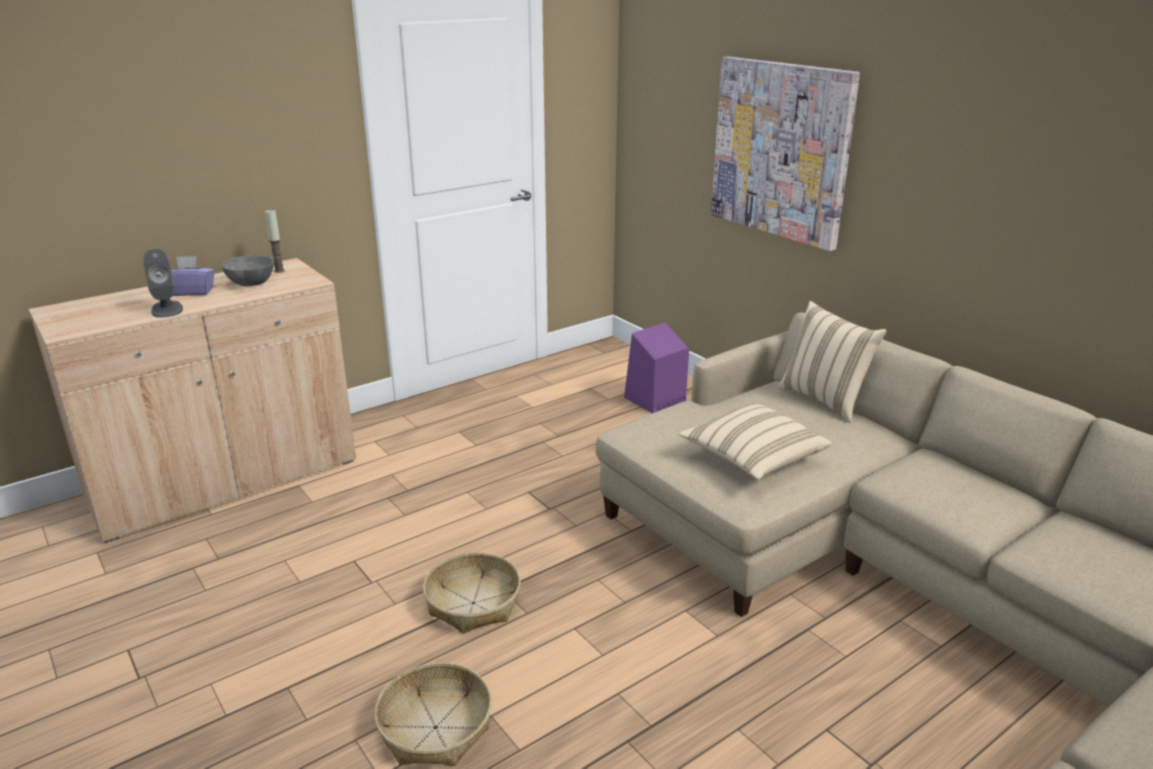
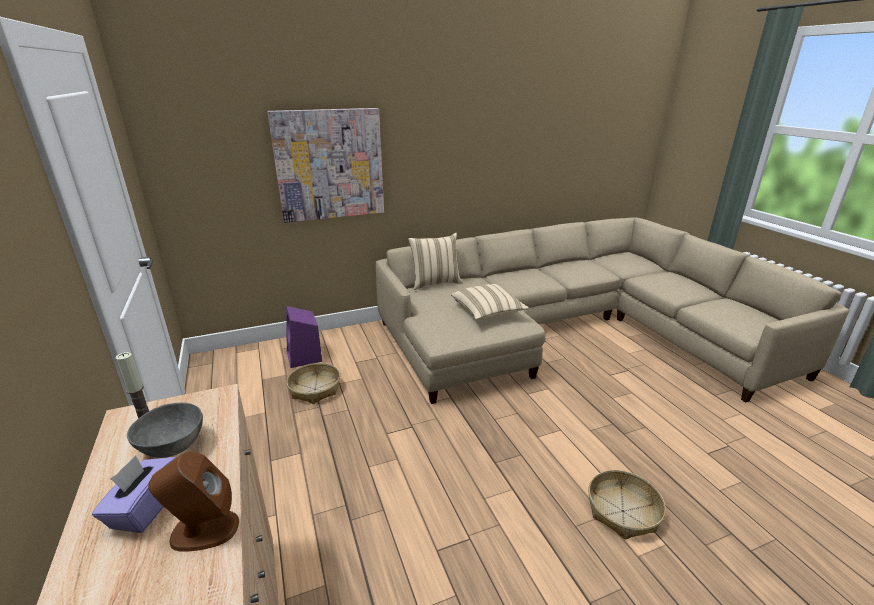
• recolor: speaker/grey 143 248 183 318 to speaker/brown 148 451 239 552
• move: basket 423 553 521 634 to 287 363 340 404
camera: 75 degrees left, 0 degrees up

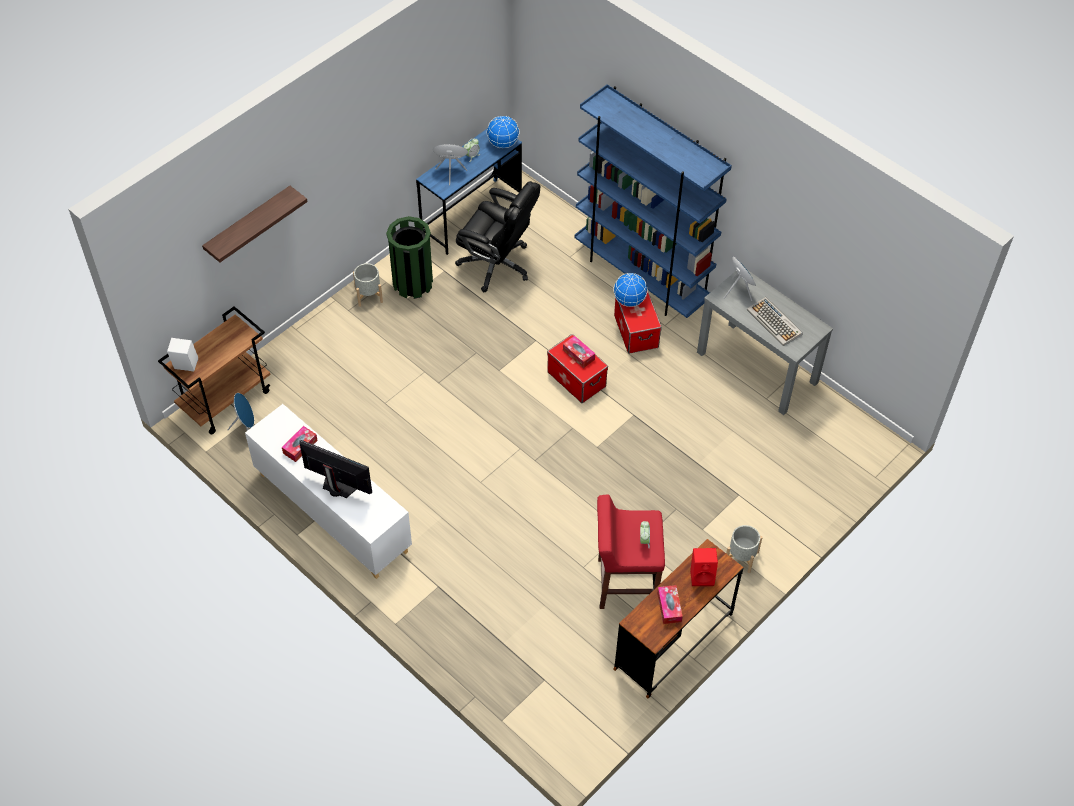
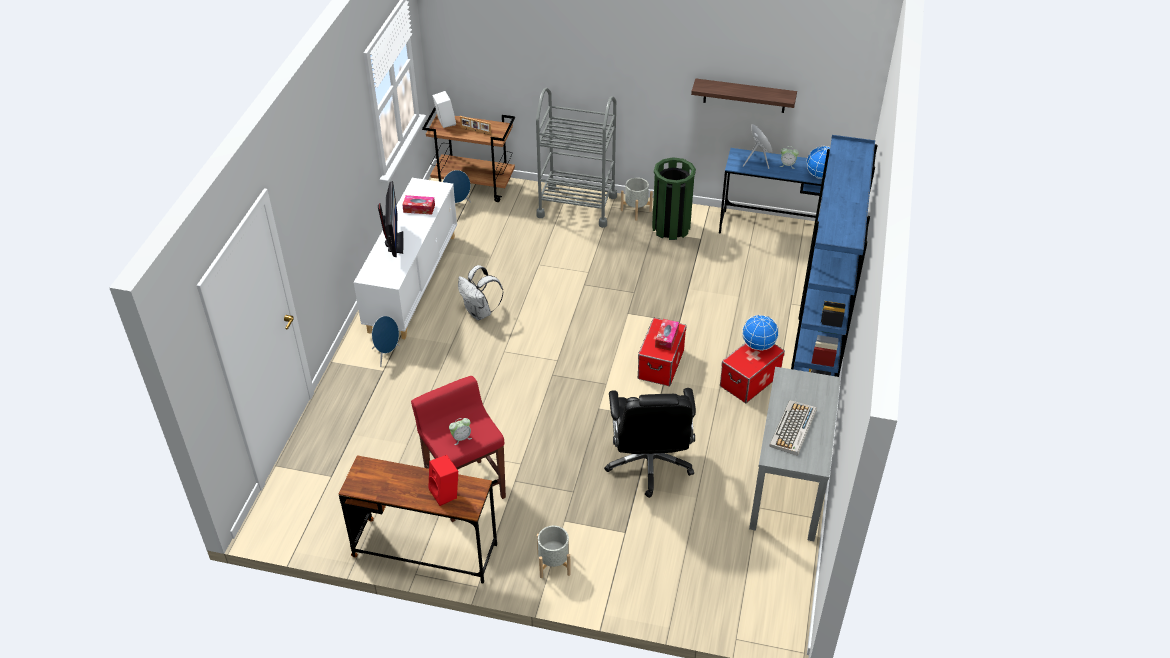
• move: office chair/black 455 181 540 292 to 604 388 696 498
• move: shelf 202 186 307 263 to 691 78 797 113
• move: speaker/blue 723 256 756 301 to 372 316 400 367
• delete: tissue box 657 585 683 624
• insert: cart/grey 536 88 617 228
• insert: picture frame 460 116 491 135
• insert: backpack/white 458 265 503 320
camera: 60 degrees right, 10 degrees down

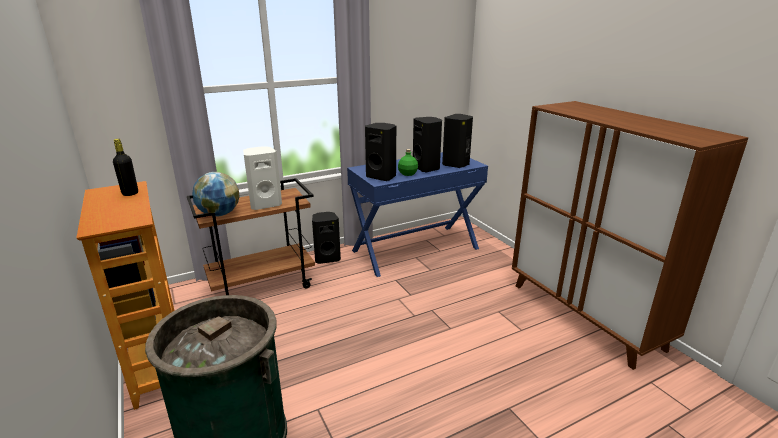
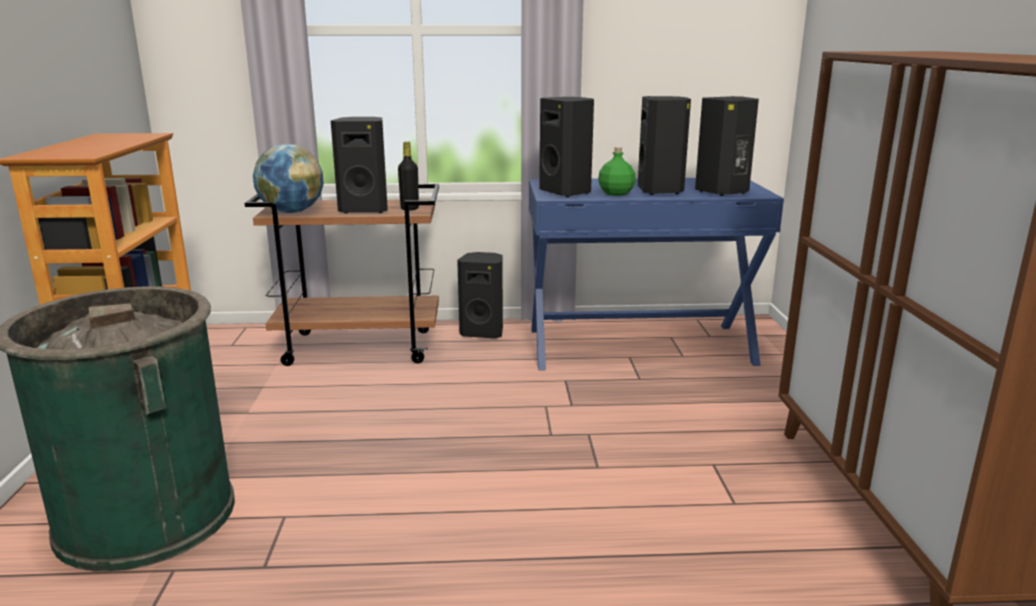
• move: bottle/black 113 139 138 196 to 398 141 419 210
• recolor: speaker/white 243 146 282 210 to speaker/black 331 117 388 213
camera: 25 degrees right, 5 degrees down

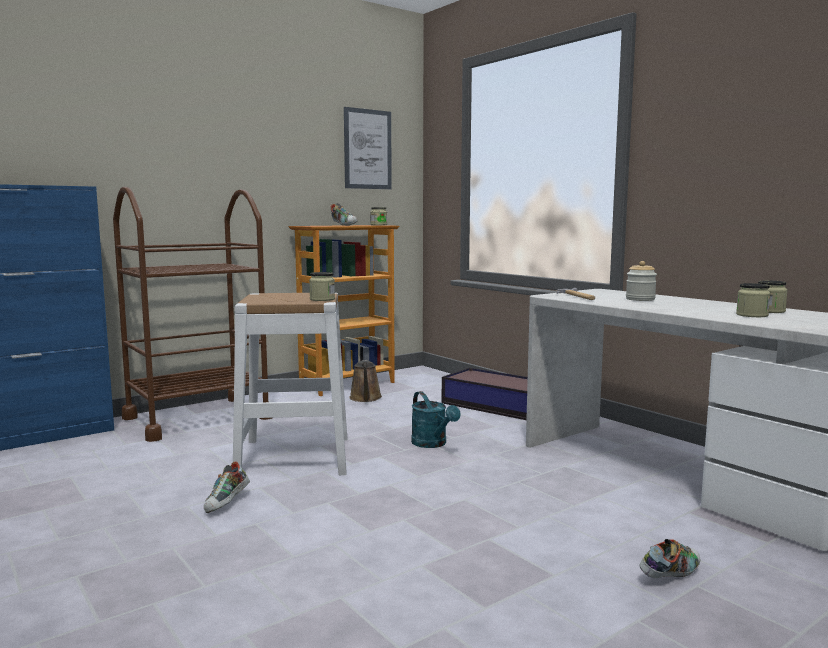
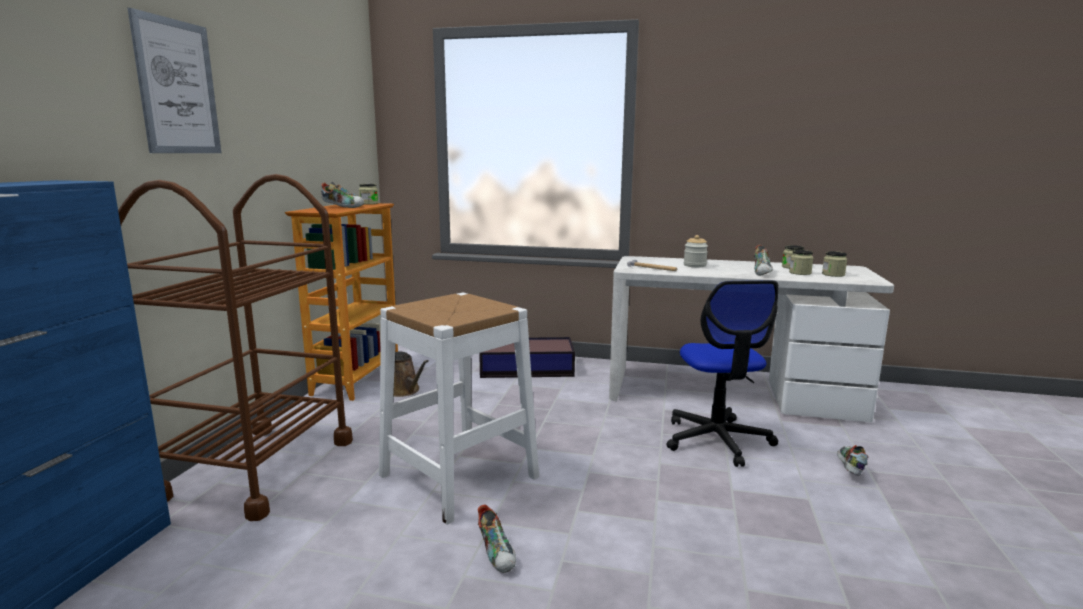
• move: picture 344 107 392 189 to 128 8 221 153
• move: jar 309 272 335 301 to 822 251 847 277
• delete: watering can/turquoise 411 391 461 448
• insert: shoe 754 245 773 276
• insert: office chair 666 280 778 467
camera: 40 degrees left, 5 degrees up

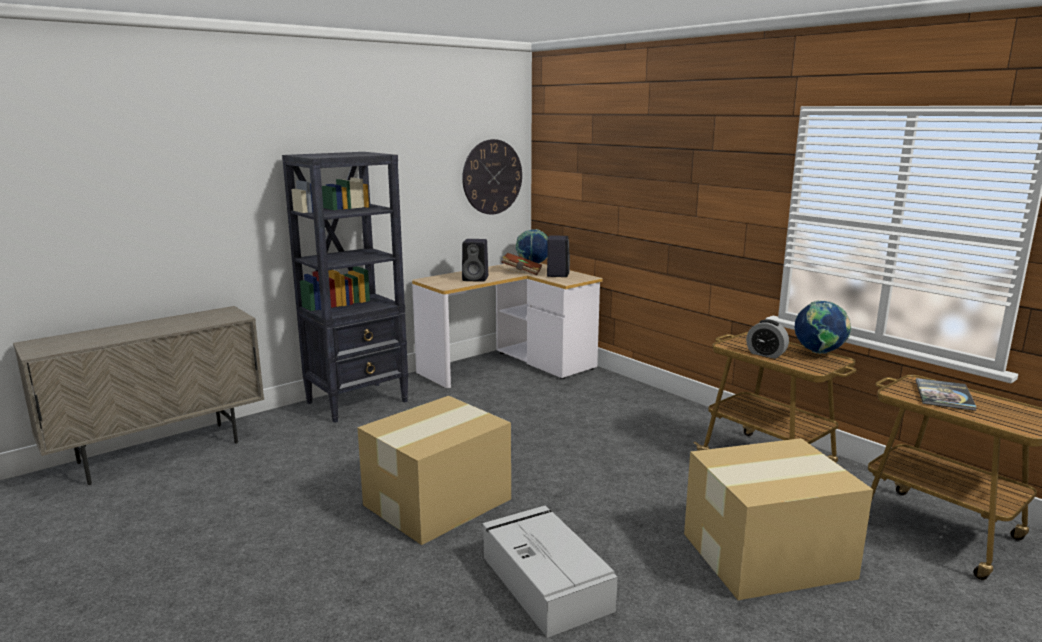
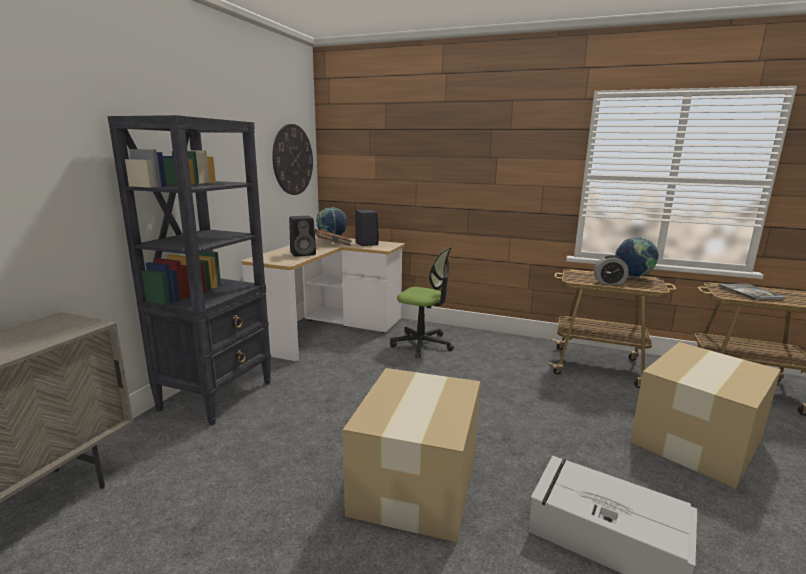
• insert: office chair 390 246 454 358
camera: 30 degrees left, 0 degrees up

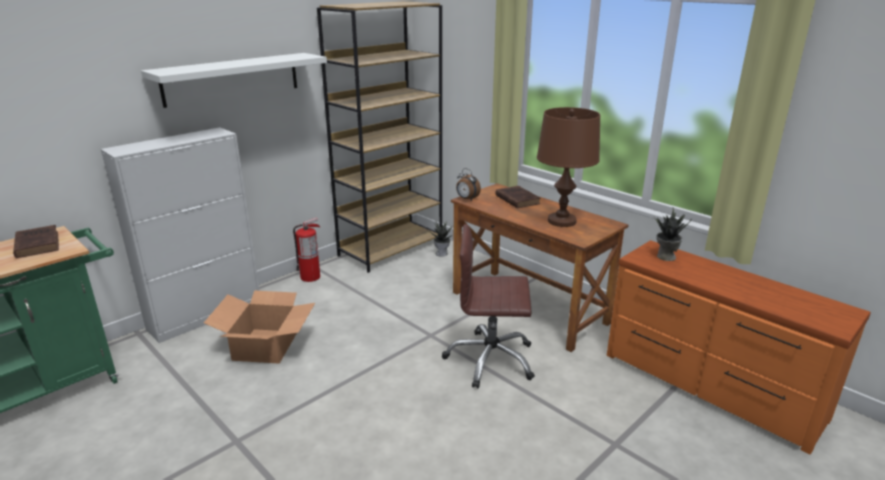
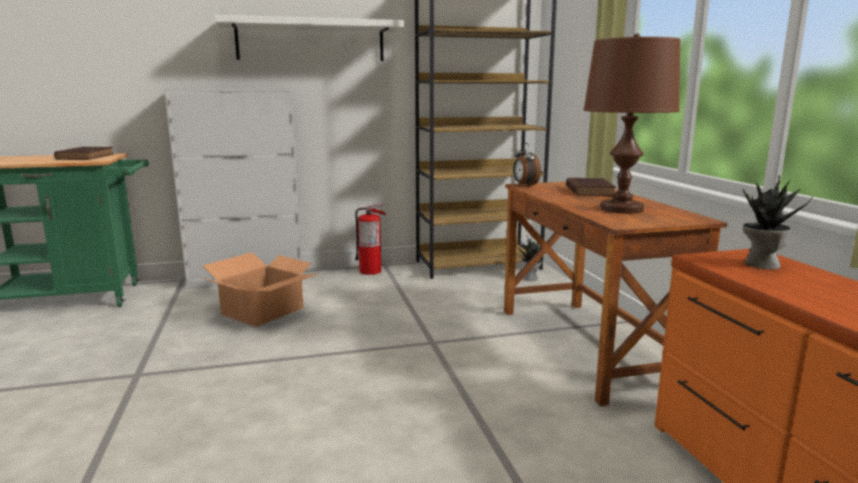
• delete: office chair/brown 442 224 535 389
camera: 30 degrees right, 10 degrees down

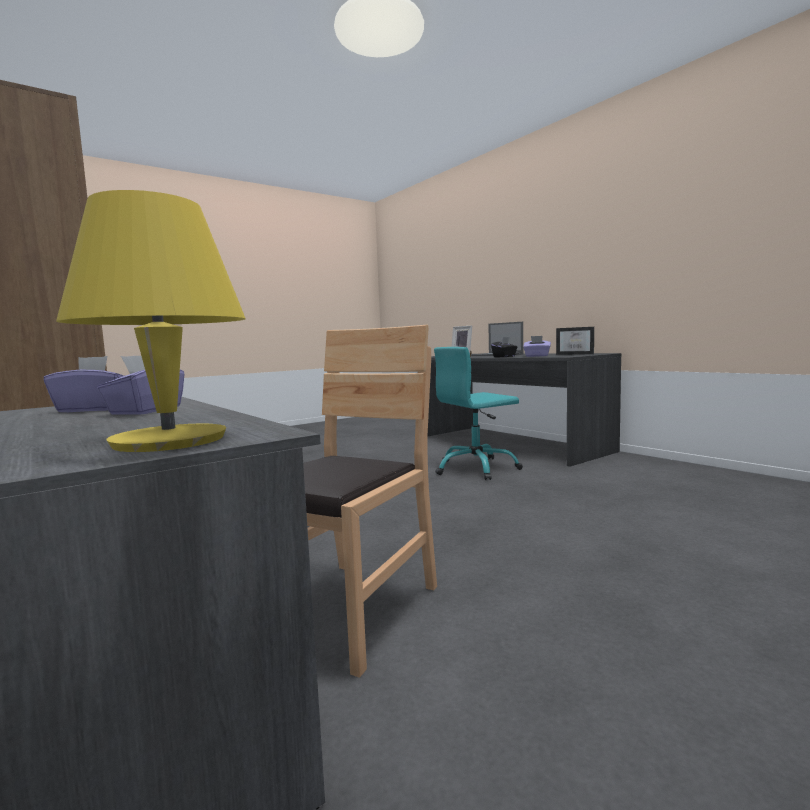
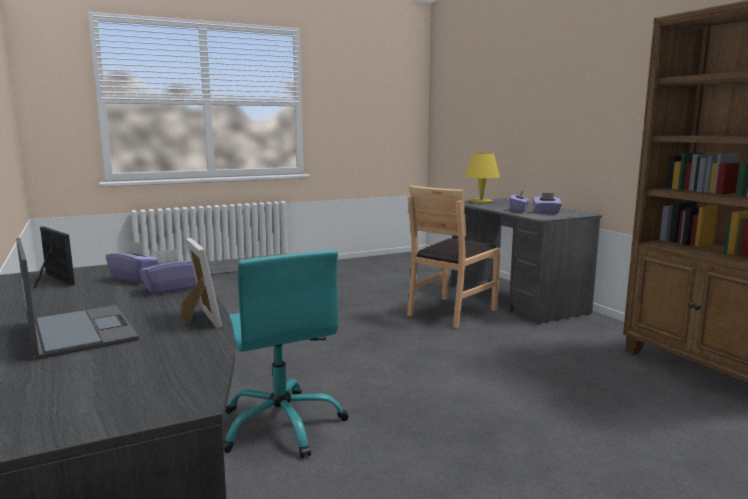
• recolor: tissue box/black 491 337 517 357 to tissue box/purple 139 249 196 295
• rotate: office chair/turquoise 434 347 523 480 = 223 250 349 458 75 degrees clockwise
camera: 170 degrees left, 5 degrees up

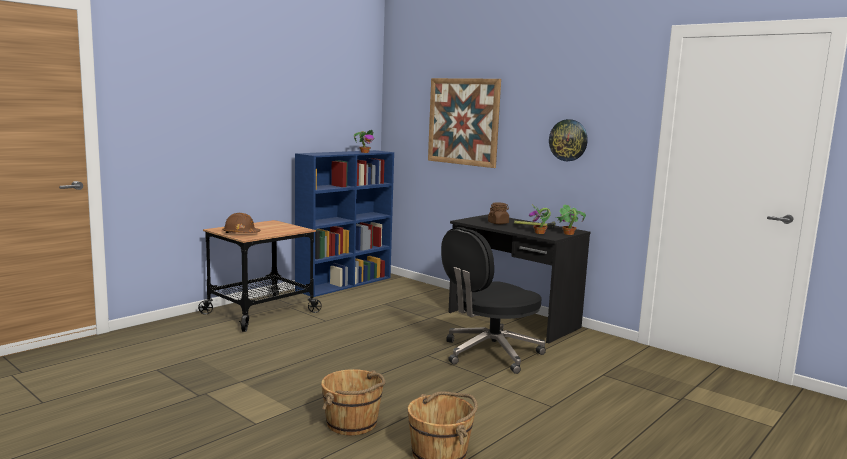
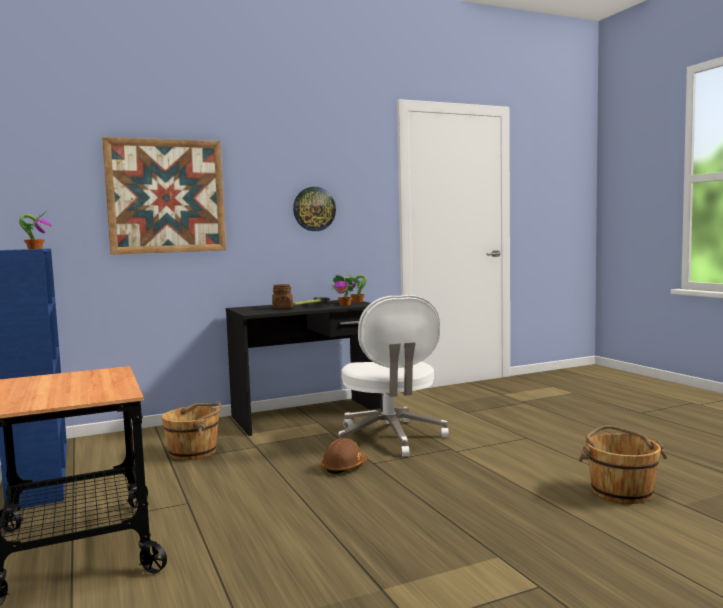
• move: hard hat/brown 223 213 261 233 to 321 438 368 474
• recolor: office chair/black 441 227 546 374 to office chair/white 338 295 449 456
• move: bucket/brown 321 369 385 435 to 162 402 222 460
camera: 65 degrees left, 5 degrees down

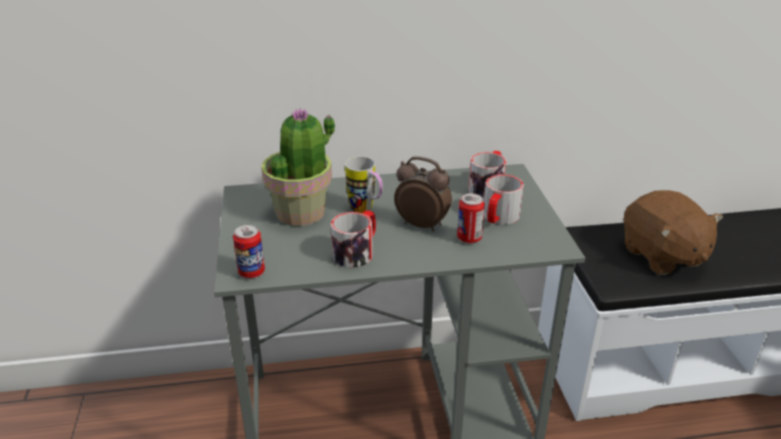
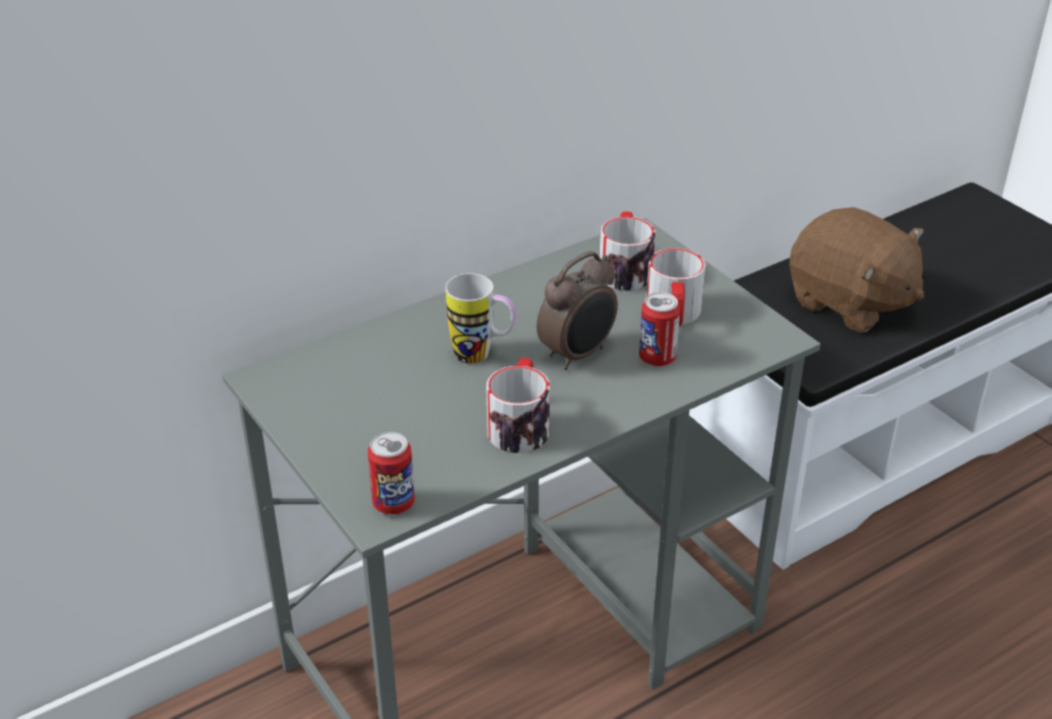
• delete: potted plant 261 108 335 226
• rotate: alarm clock 394 156 452 232 = 537 251 618 370 135 degrees clockwise
camera: 25 degrees left, 5 degrees up

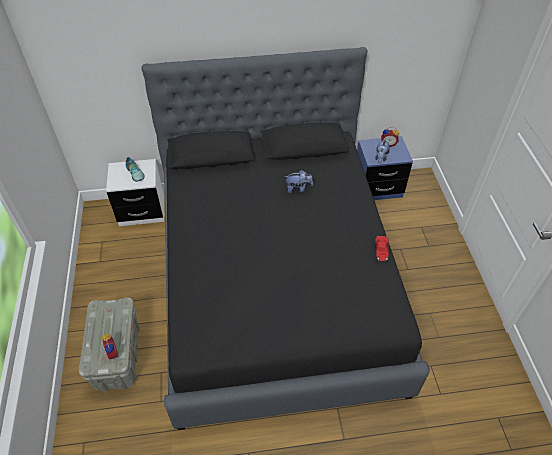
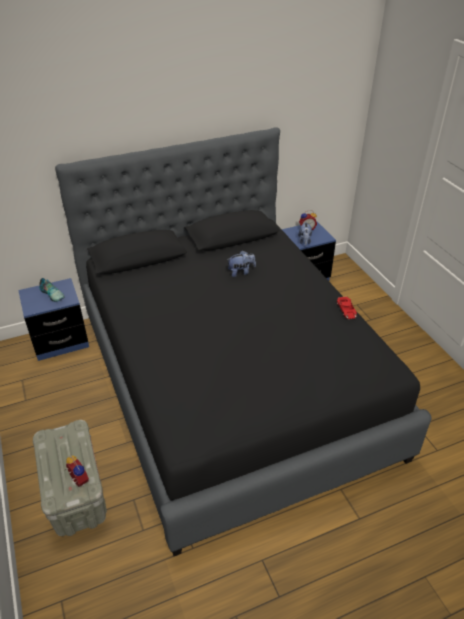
• recolor: nightstand/white 106 159 164 226 to nightstand/blue 18 278 89 361
camera: 15 degrees left, 10 degrees down

